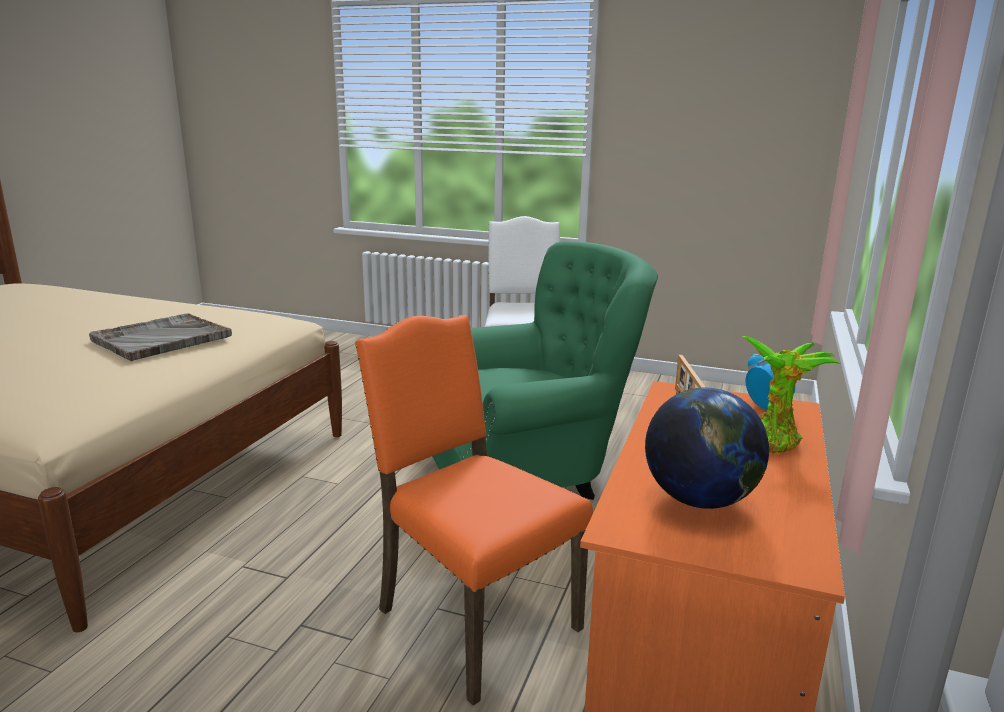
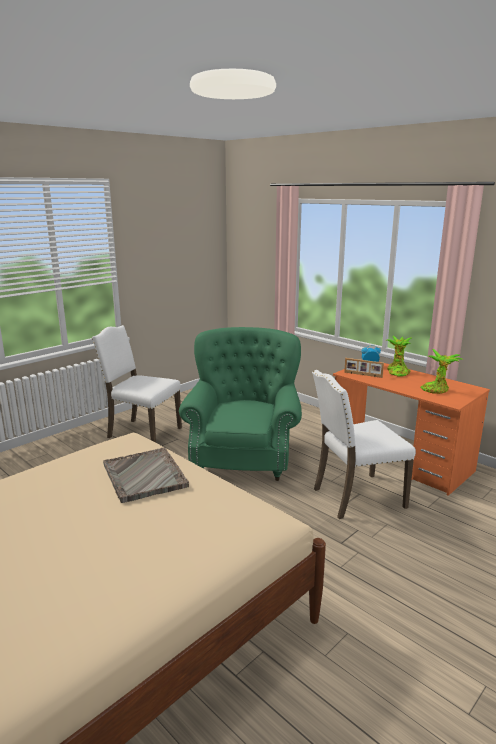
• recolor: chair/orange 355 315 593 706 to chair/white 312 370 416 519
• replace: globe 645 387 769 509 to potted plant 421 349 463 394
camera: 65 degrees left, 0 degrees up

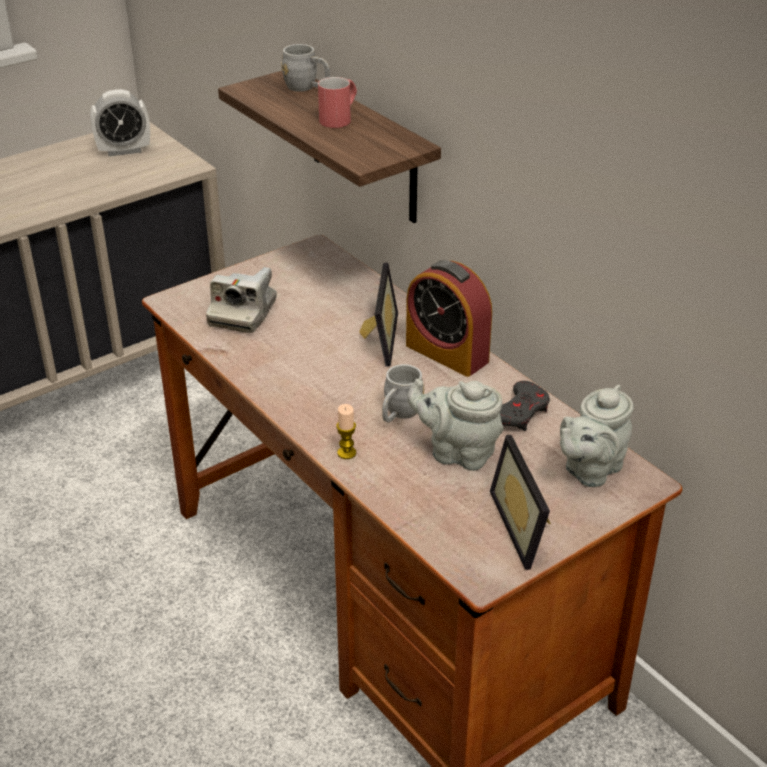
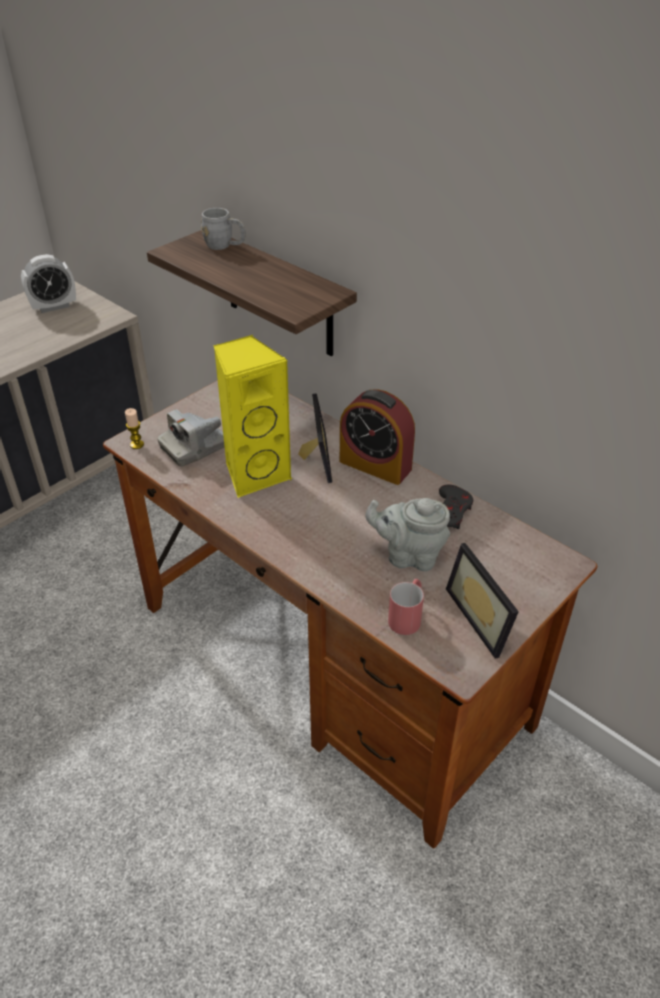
• move: mug/red 318 77 357 128 to 388 579 424 635
• rotate: photo camera 206 267 277 333 = 157 409 225 466 45 degrees clockwise
• delete: mug/grey 382 364 424 422
• delete: teapot/grey 560 385 634 487
• move: candle 336 404 356 459 to 125 408 144 449
• insert: speaker/yellow 213 335 292 498
camera: 10 degrees left, 5 degrees up

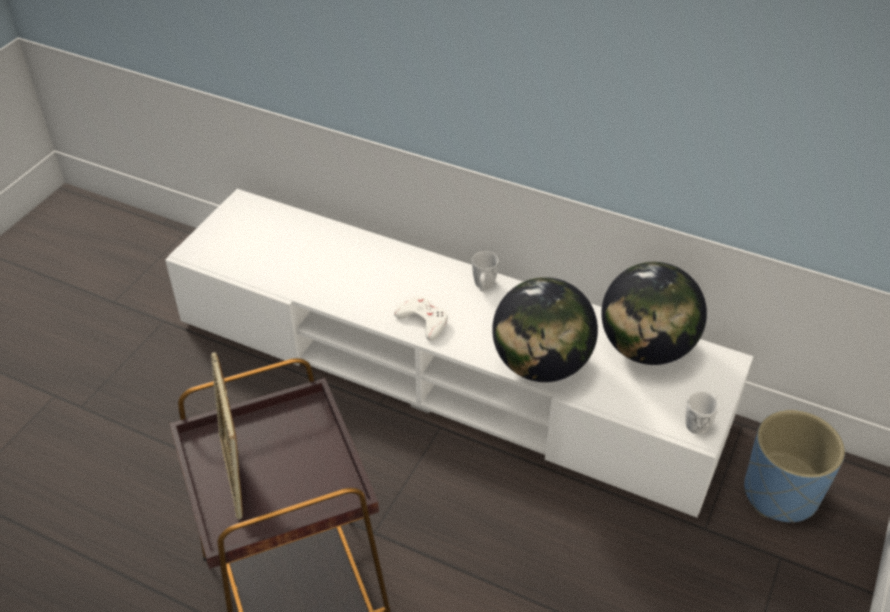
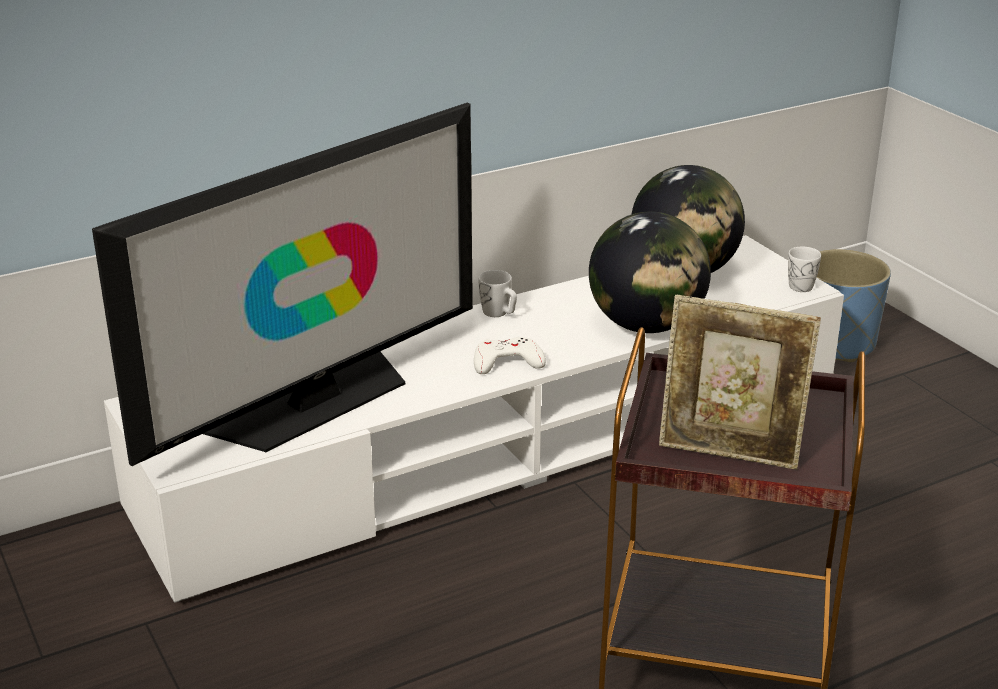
• insert: television 92 103 473 466
camera: 55 degrees left, 15 degrees down

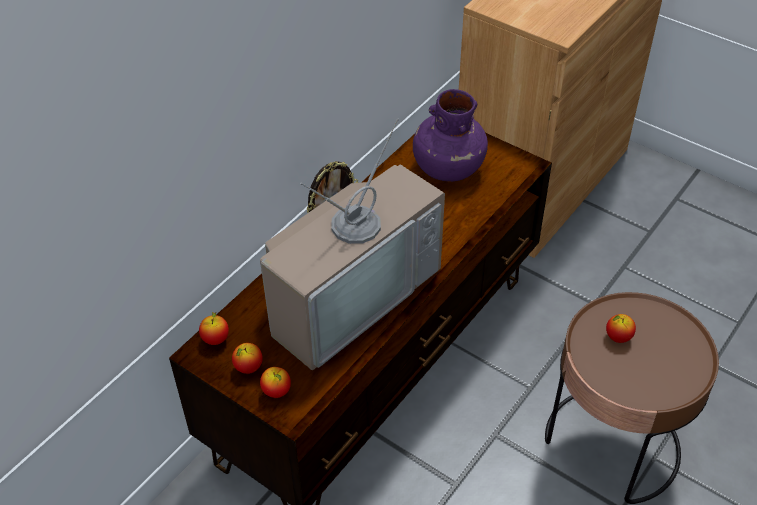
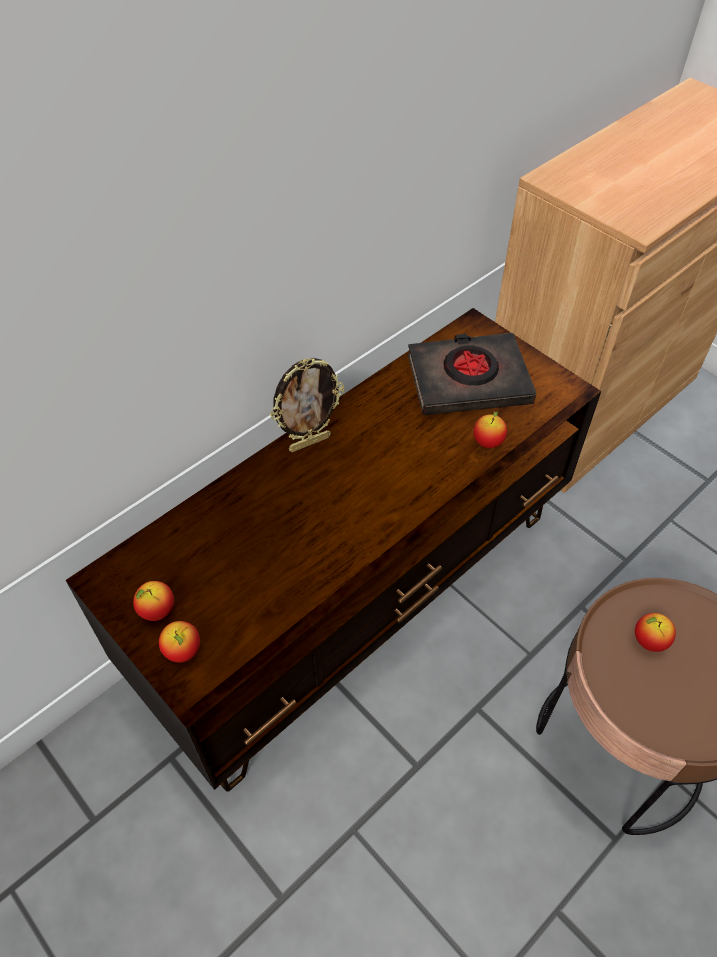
• replace: vase/purple 413 89 488 182 to book/black 408 333 536 415
• delete: television 260 118 445 370
• move: apple 199 312 229 345 to 473 411 507 448
camera: 10 degrees right, 5 degrees up

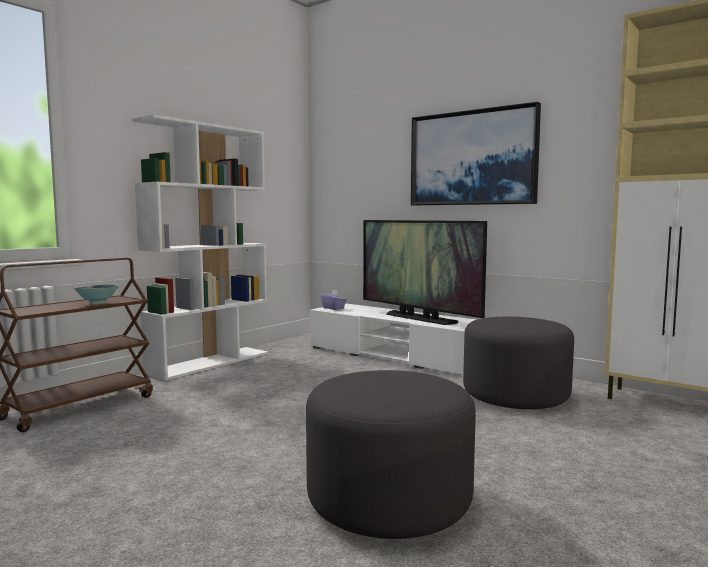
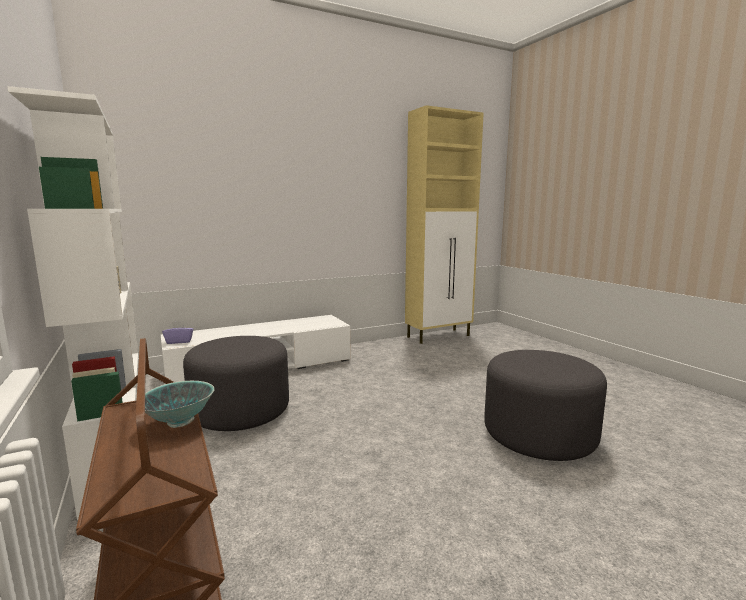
• delete: picture 411 102 541 205
• delete: television 363 220 487 325
• move: ottoman/grey 463 317 574 409 to 183 336 289 431
camera: 65 degrees left, 5 degrees up

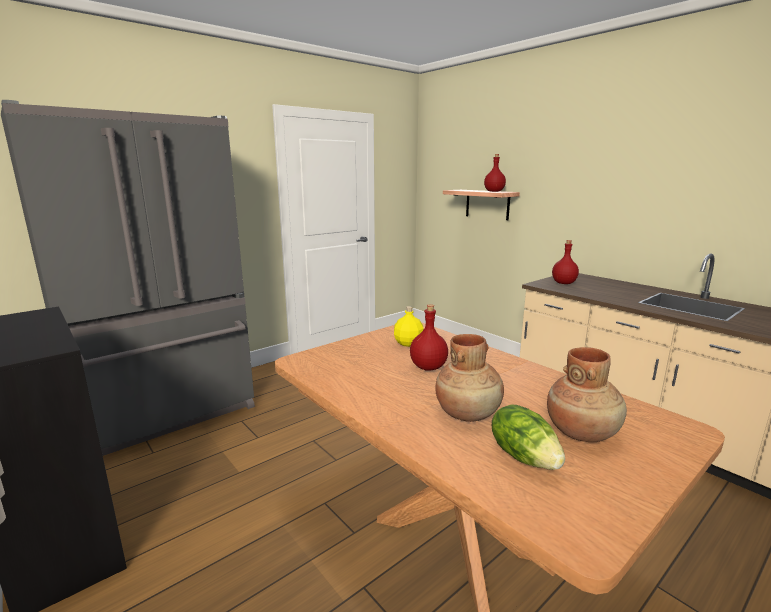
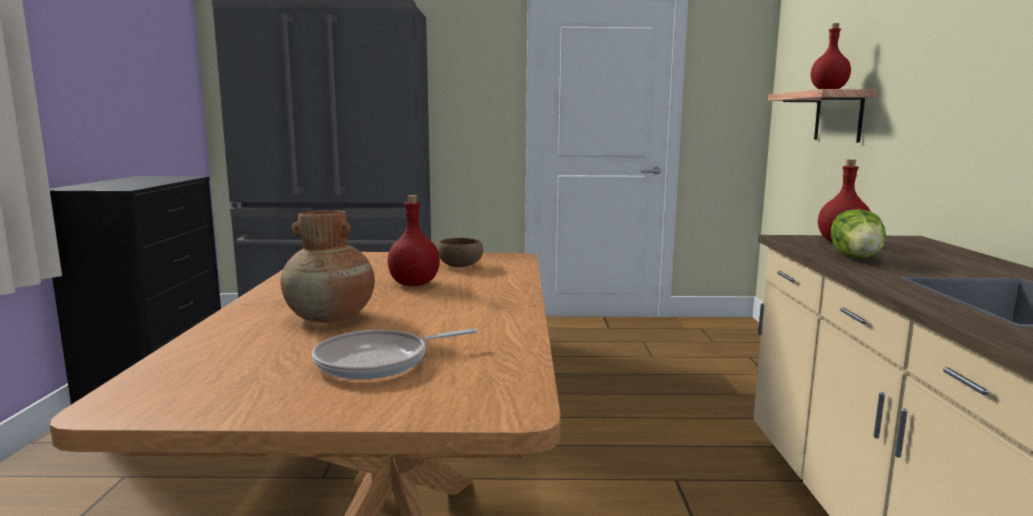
• replace: bottle/yellow 394 306 424 347 to bowl/brown 438 238 483 267
• replace: vase/brown 547 347 627 442 to frying pan 312 328 477 380
• move: lettuce 492 404 565 470 to 831 209 886 258
camera: 40 degrees right, 5 degrees down

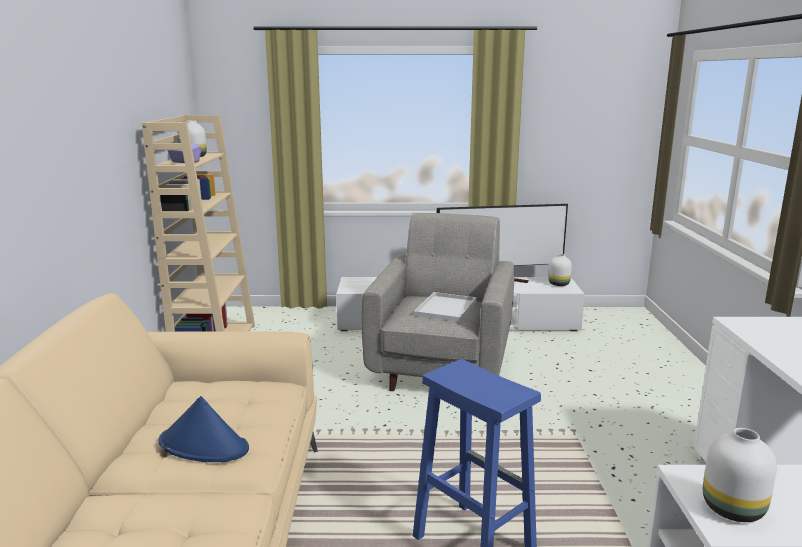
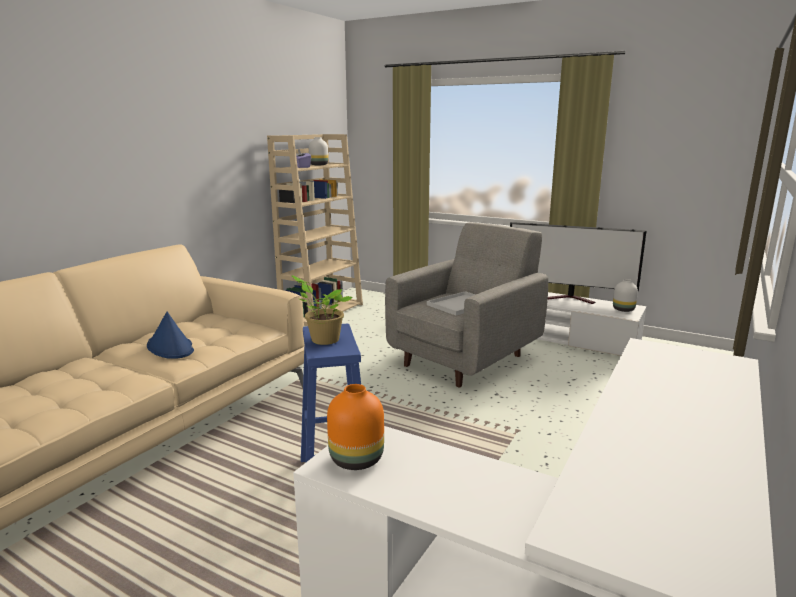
• recolor: vase/white 703 428 777 522 to vase/orange 327 384 384 470
• insert: potted plant 291 275 352 345
camera: 30 degrees right, 0 degrees up

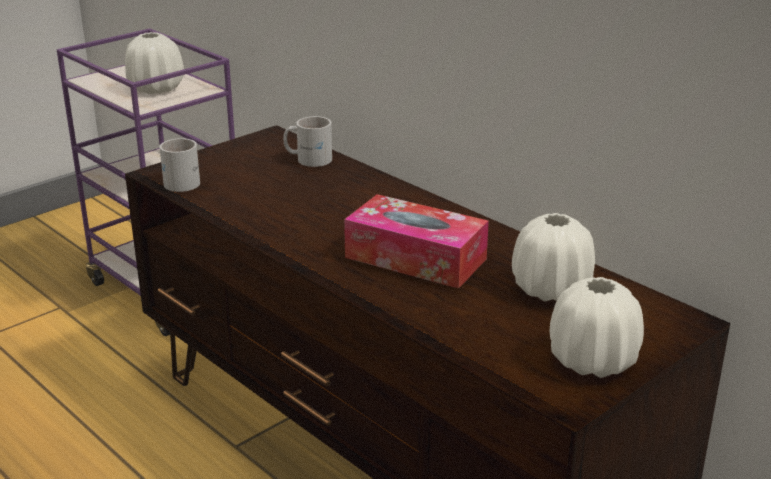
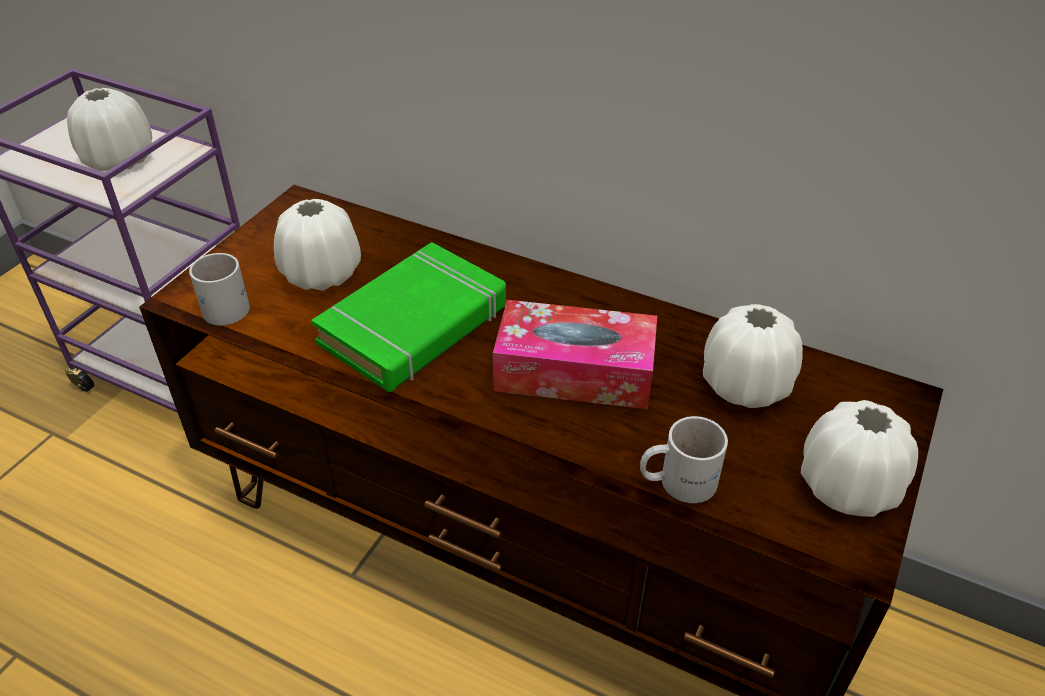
• move: mug/white 283 116 332 167 to 640 416 728 503
• insert: vase/white 274 199 361 291
• insert: book/green 311 242 506 392
camera: 20 degrees left, 15 degrees up

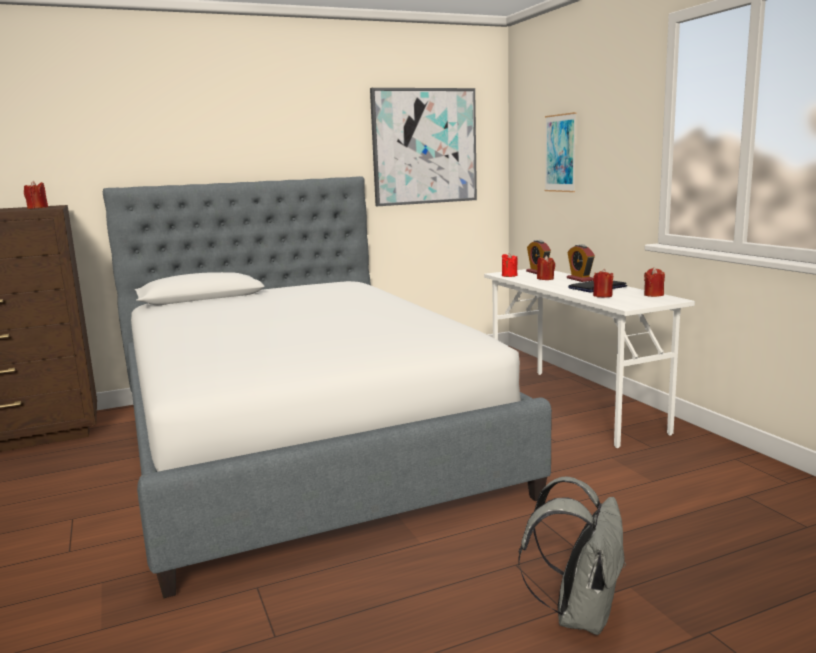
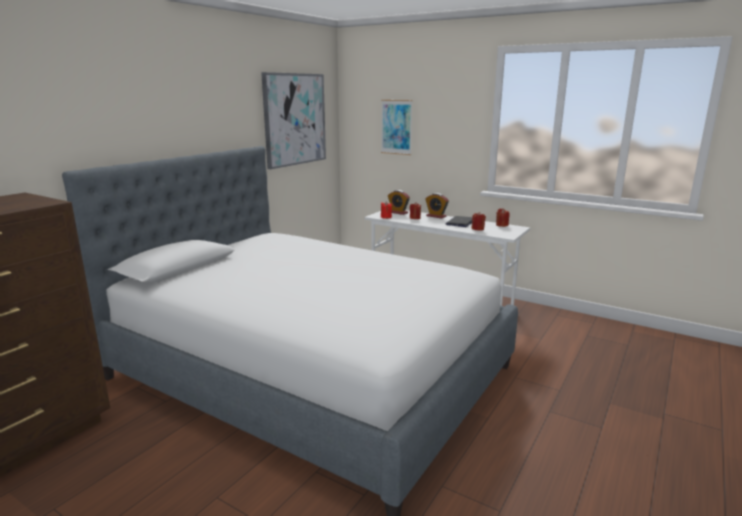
• delete: candle/red 24 181 48 209
• delete: backpack/grey 519 477 626 635
camera: 35 degrees left, 5 degrees up

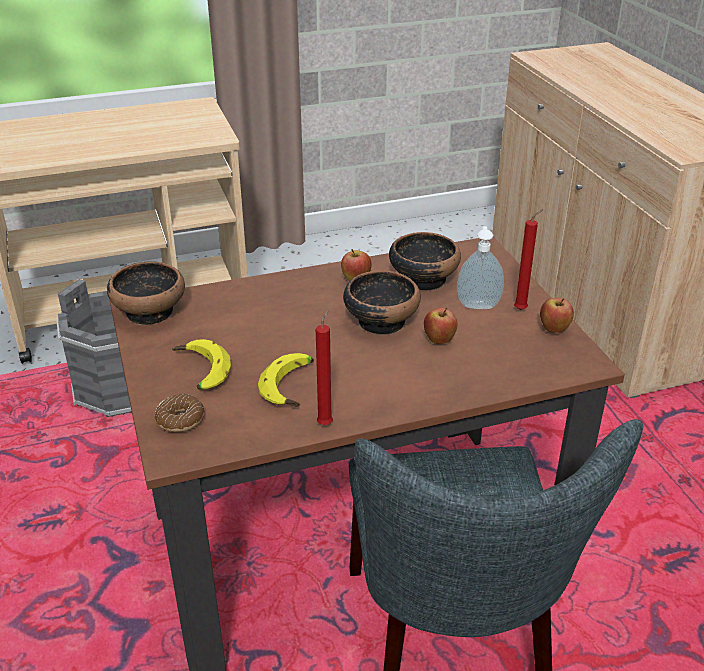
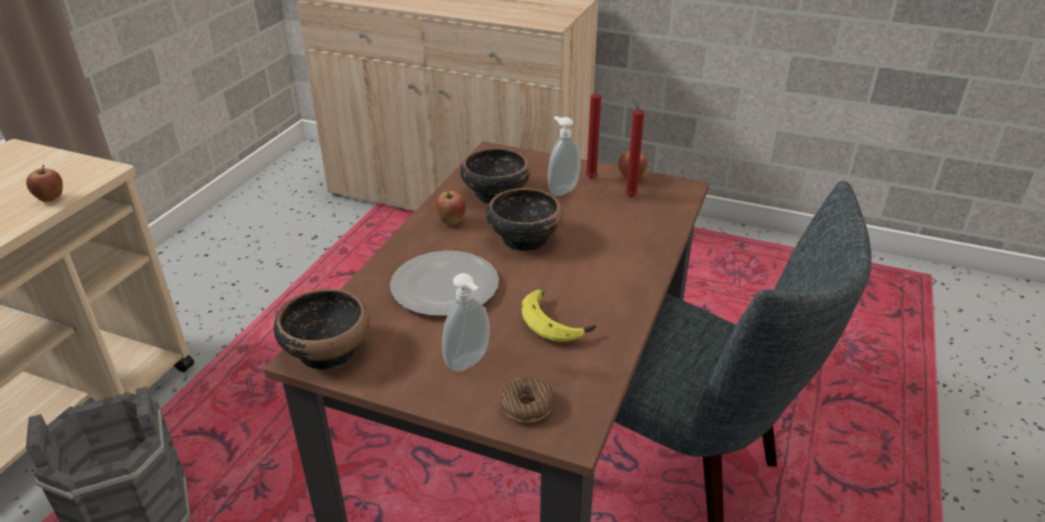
• move: apple 424 308 457 344 to 26 165 63 202
• move: candle/red 316 309 333 425 to 625 98 644 197
• replace: banana 172 339 231 390 to soap dispenser 442 273 490 372
• insert: plate 390 251 499 316
camera: 50 degrees left, 0 degrees up

